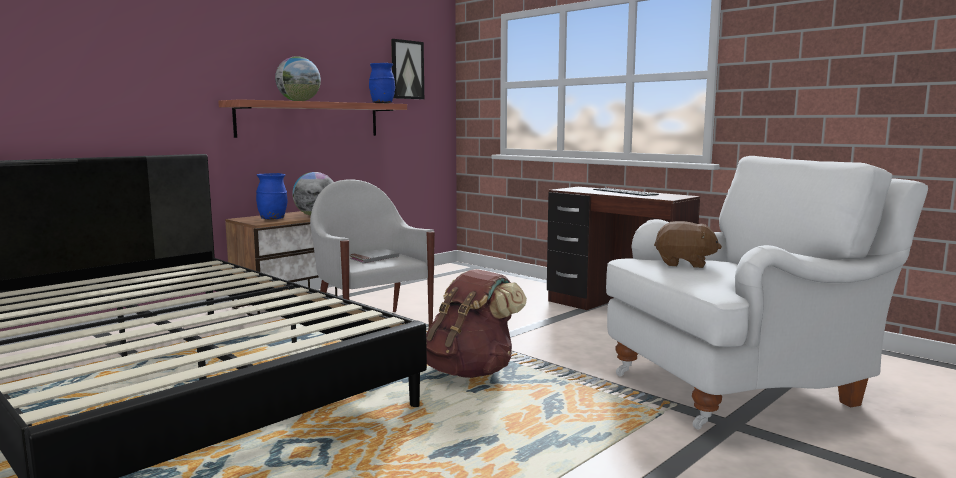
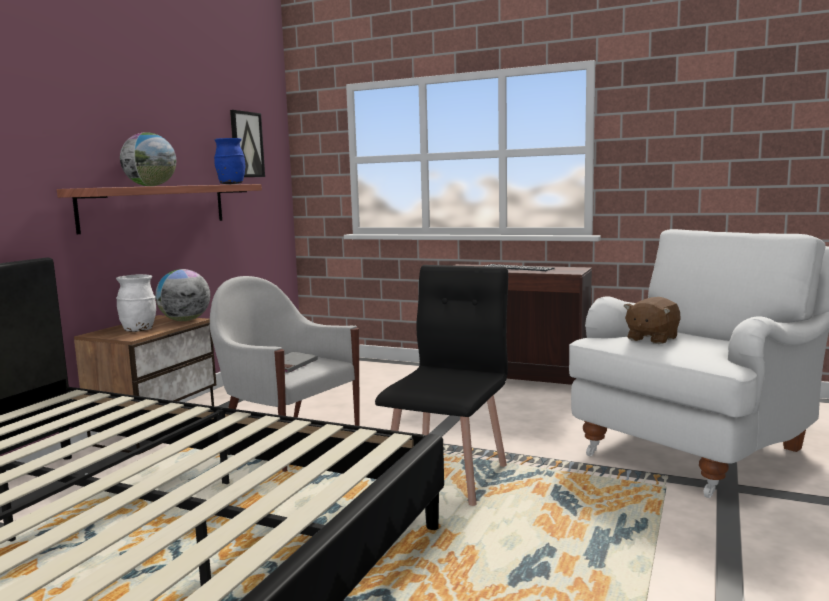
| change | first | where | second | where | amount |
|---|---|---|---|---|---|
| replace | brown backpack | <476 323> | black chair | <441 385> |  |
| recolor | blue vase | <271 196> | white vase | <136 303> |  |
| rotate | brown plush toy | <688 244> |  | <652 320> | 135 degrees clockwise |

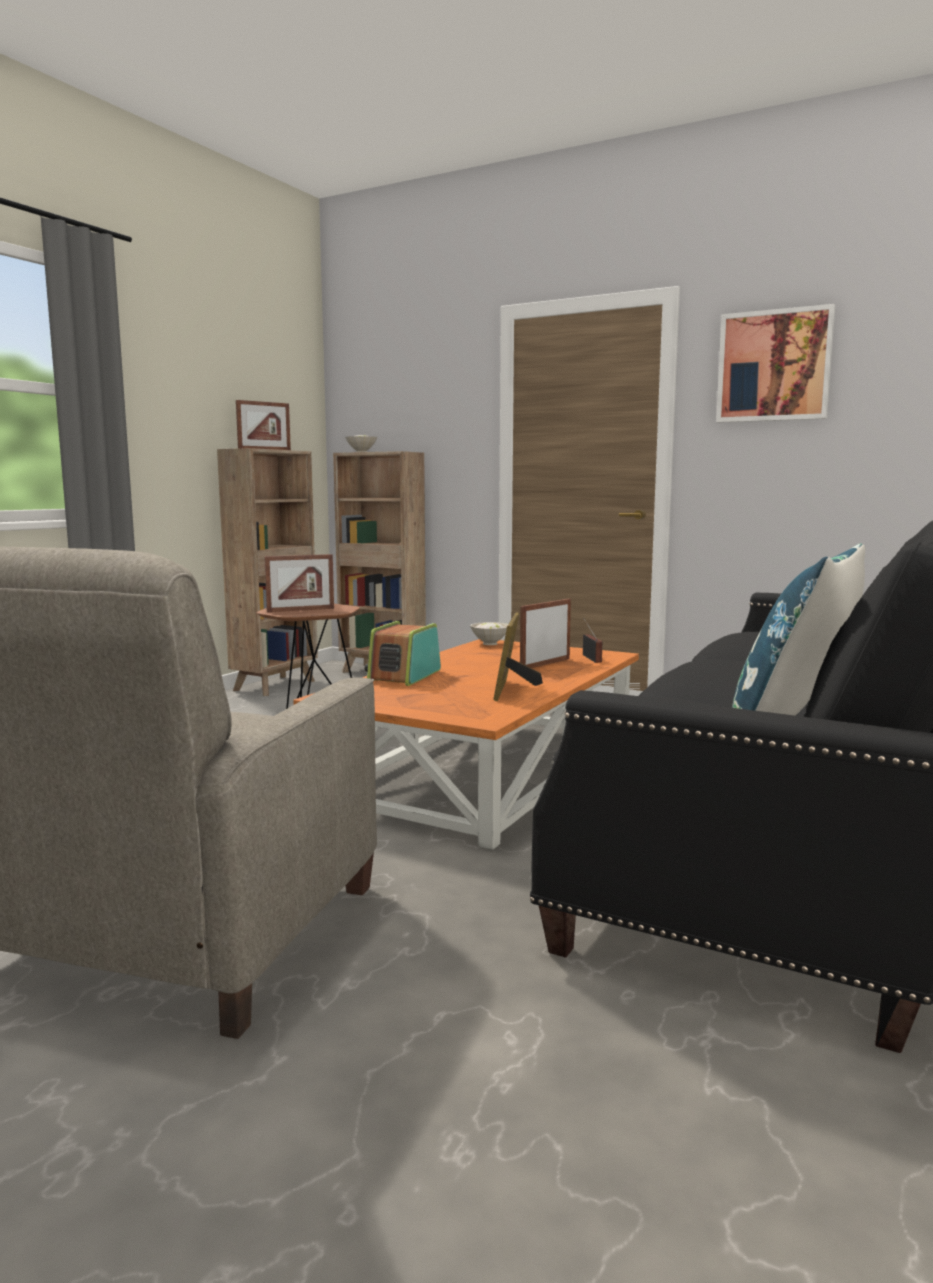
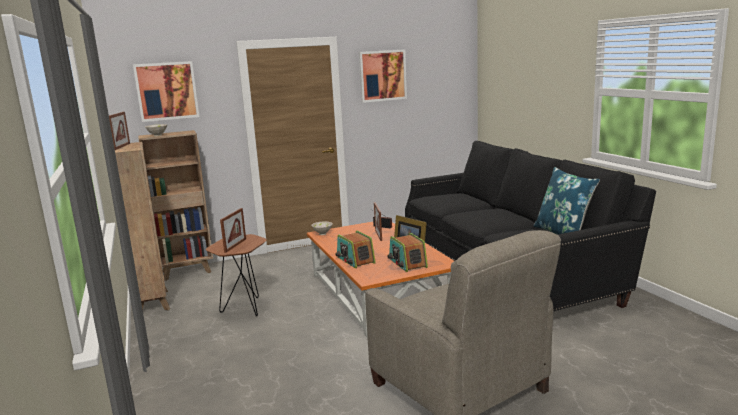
| change | first | where | second | where | amount |
|---|---|---|---|---|---|
| insert |  |  | picture | <166 91> |  |
| insert |  |  | radio | <408 252> |  |

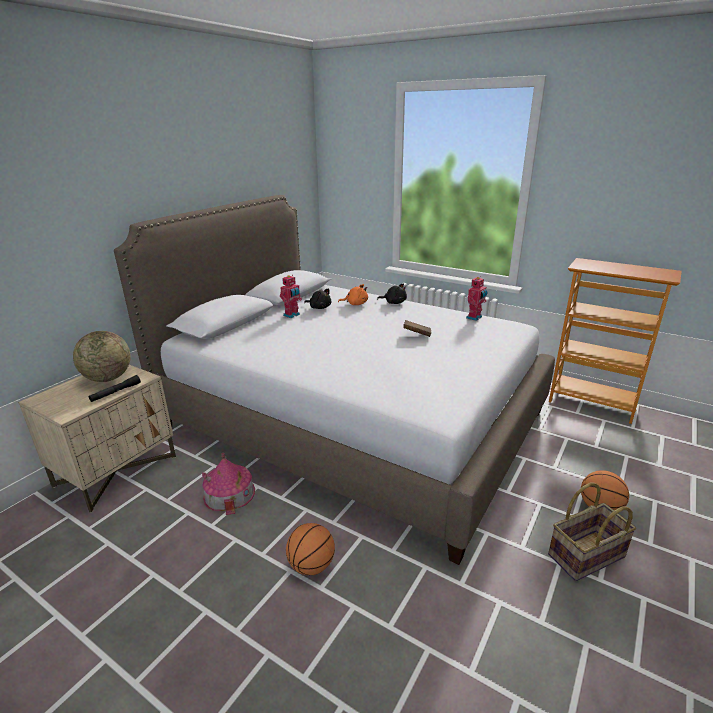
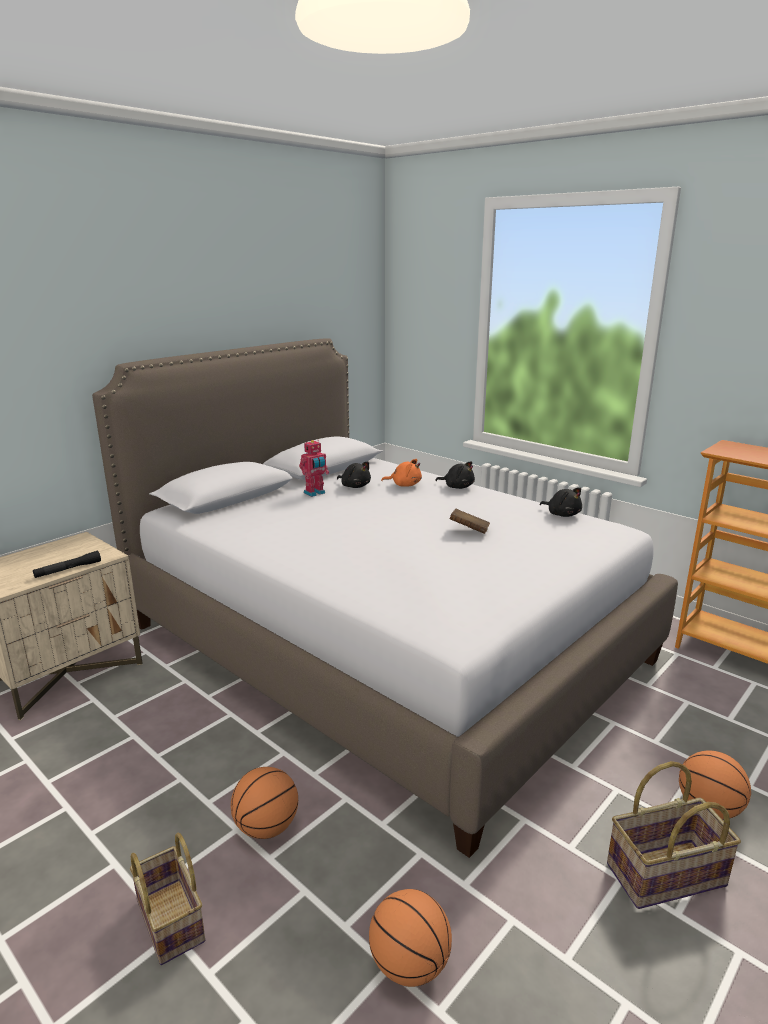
| change | first | where | second | where | amount |
|---|---|---|---|---|---|
| delete | globe | <102 356> |  |  |  |
| delete | toy house | <228 484> |  |  |  |
| insert |  |  | basket | <167 899> |  |
| insert |  |  | basketball | <410 938> |  |
| replace | toy robot | <476 298> | black plush toy | <561 502> |  |

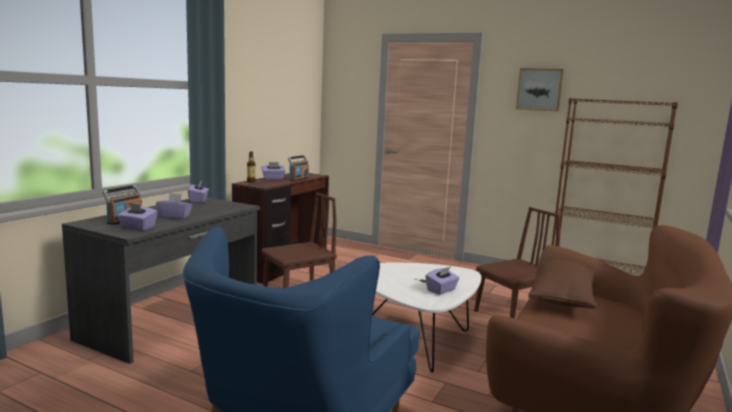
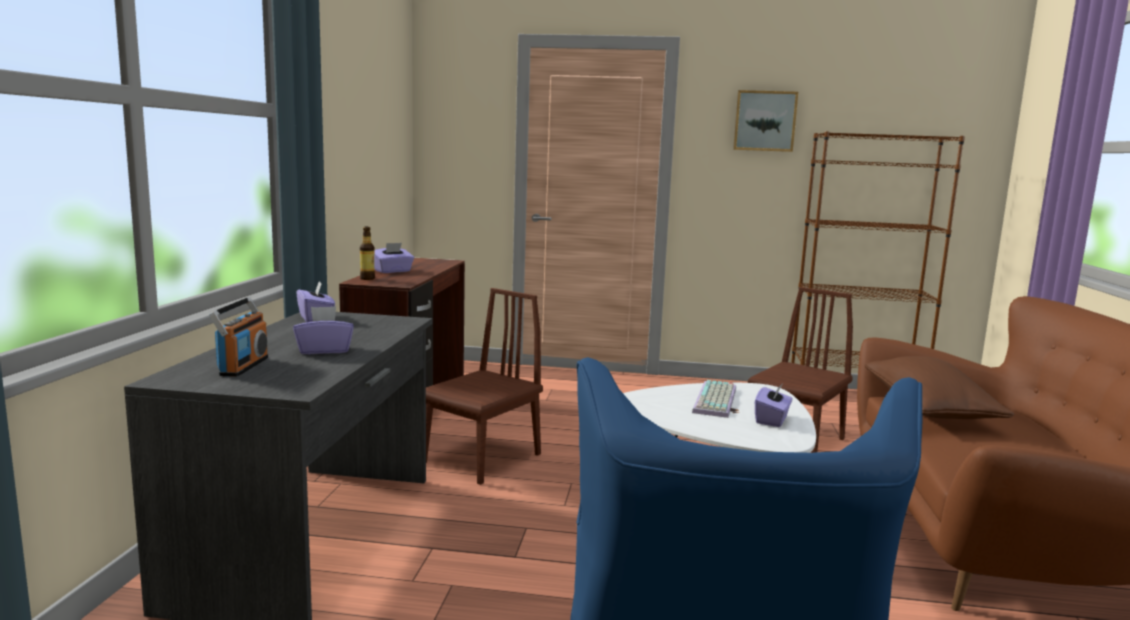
| change | first | where | second | where | amount |
|---|---|---|---|---|---|
| delete | purple tissue box | <137 216> |  |  |  |
| delete | radio | <298 168> |  |  |  |
| insert |  |  | keyboard | <714 399> |  |

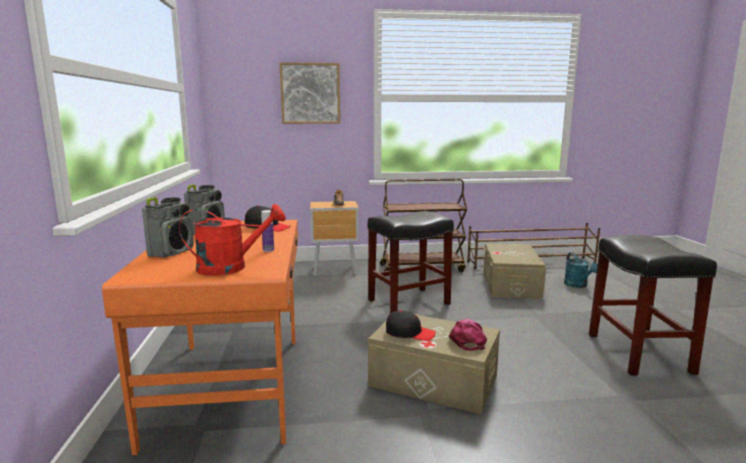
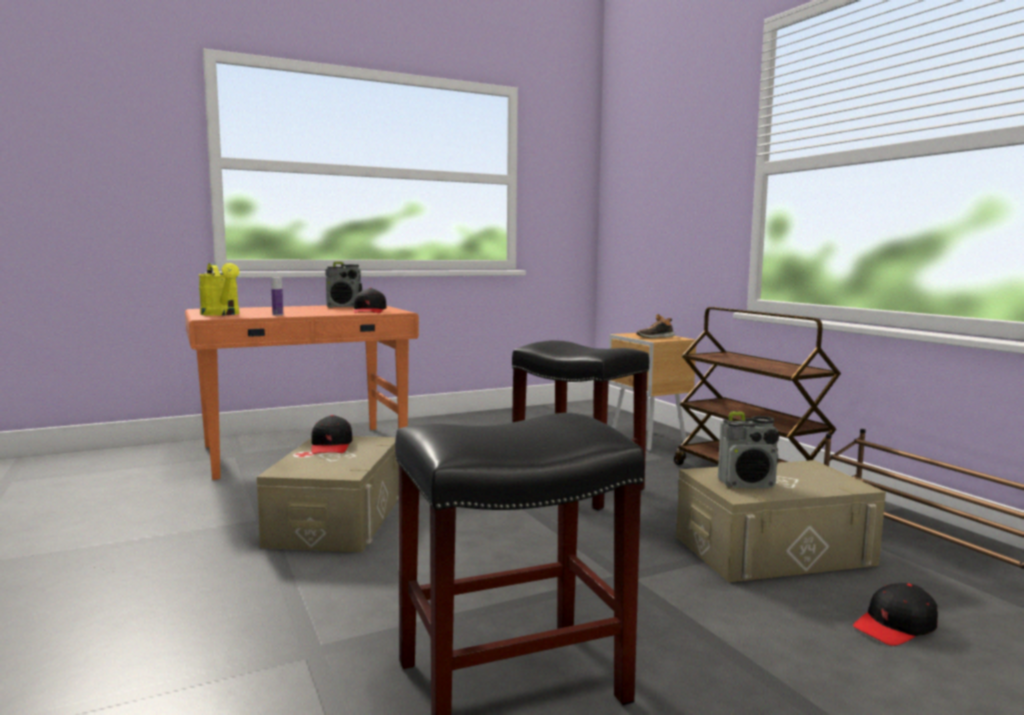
| change | first | where | second | where | amount |
|---|---|---|---|---|---|
| delete | picture | <309 93> |  |  |  |
| delete | pink cap | <468 335> |  |  |  |
| move | radio | <168 227> |  | <748 450> |  |
| replace | turquoise watering can | <581 270> | black cap | <895 614> |  |
| recolor | red watering can | <232 240> | yellow watering can | <219 289> |  |

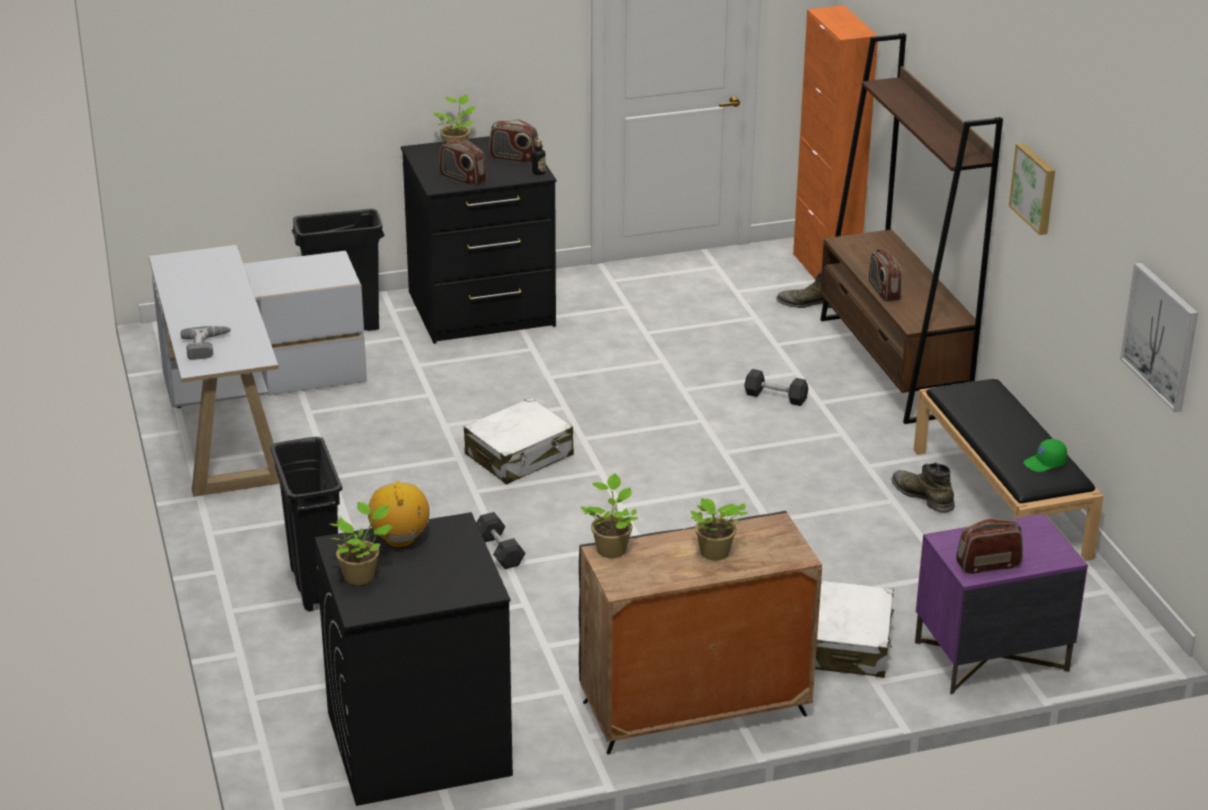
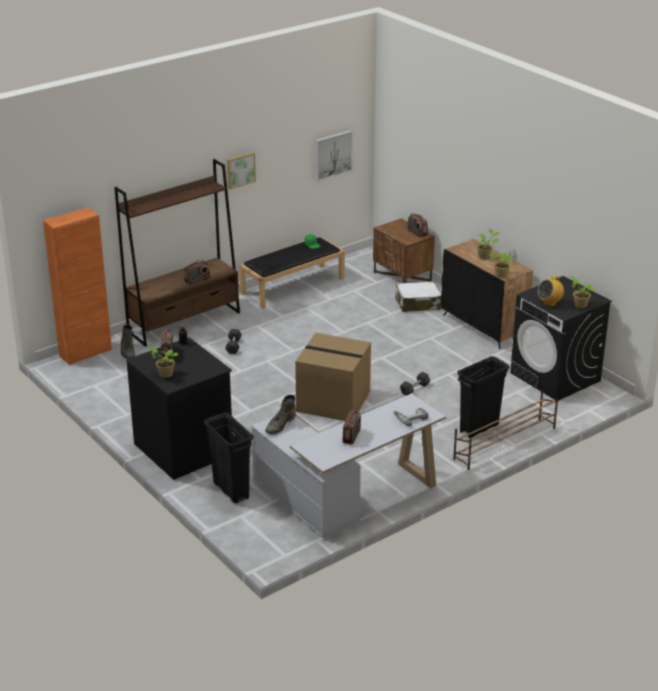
| change | first | where | second | where | amount |
|---|---|---|---|---|---|
| insert |  |  | brown shoe rack | <505 430> |  |
| move | radio | <462 162> |  | <352 427> |  |
| move | green boot | <923 488> |  | <280 415> |  |
| replace | white suitcase | <519 441> | cardboard box | <333 377> |  |
| recolor | purple nightstand | <1001 604> | brown nightstand | <404 250> |  |

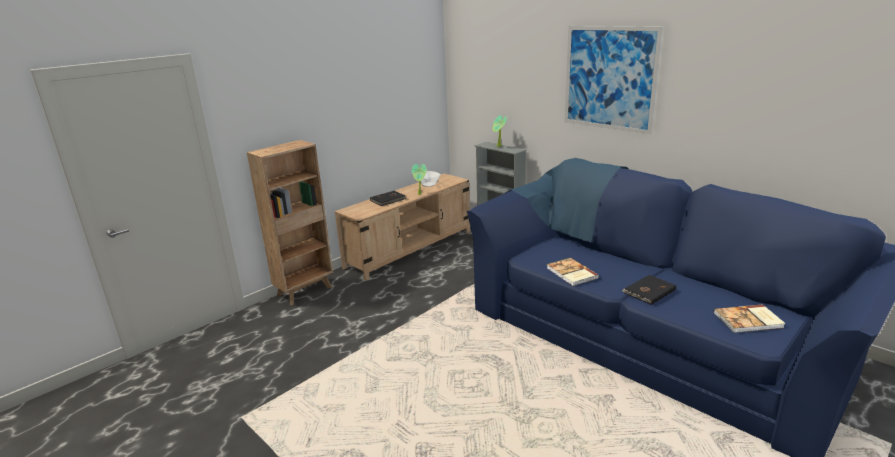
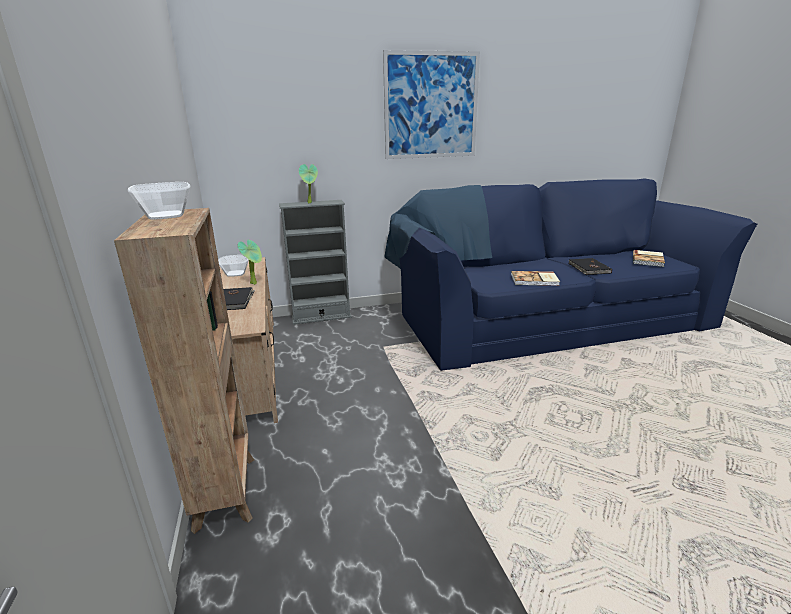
| change | first | where | second | where | amount |
|---|---|---|---|---|---|
| insert |  |  | bowl | <159 201> |  |

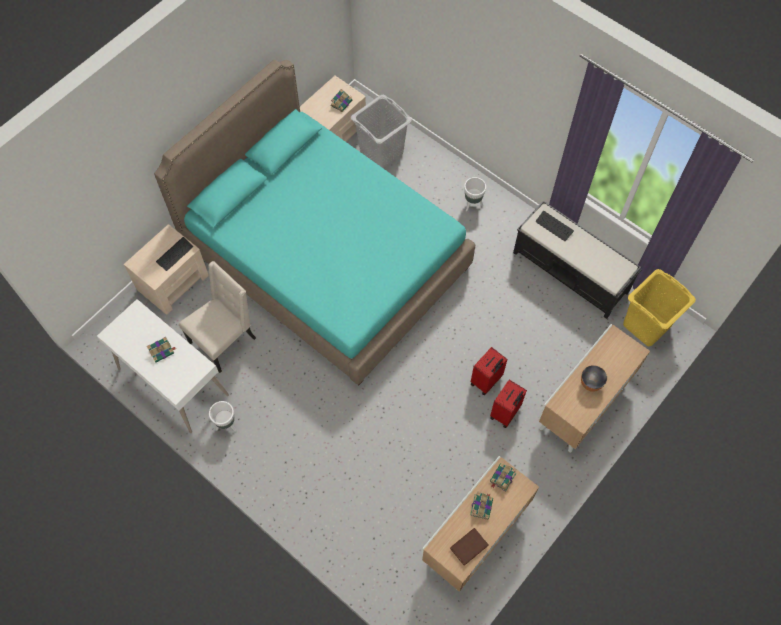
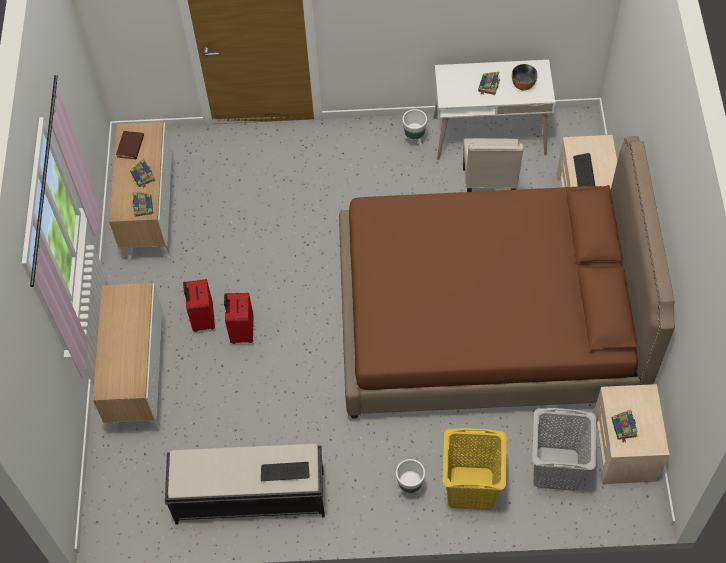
| change | first | where | second | where | amount |
|---|---|---|---|---|---|
| move | bowl | <594 378> |  | <525 77> |  |
| move | yellow laundry basket | <659 307> |  | <474 469> |  |
| recolor | turquoise bed | <314 222> | brown bed | <507 277> |  |

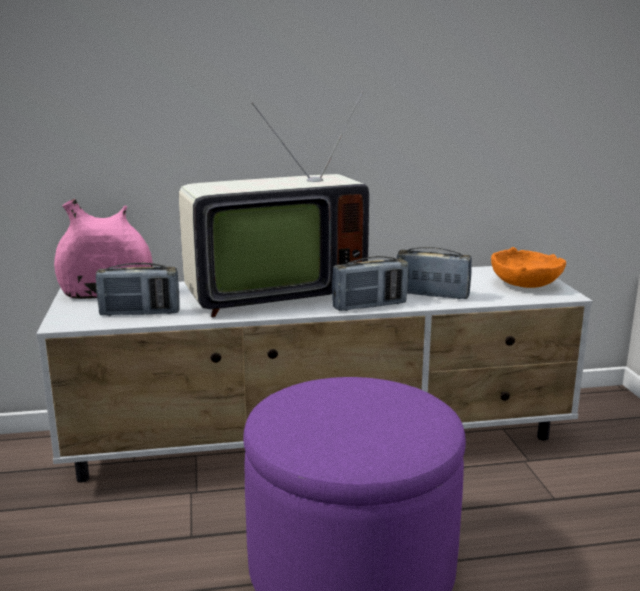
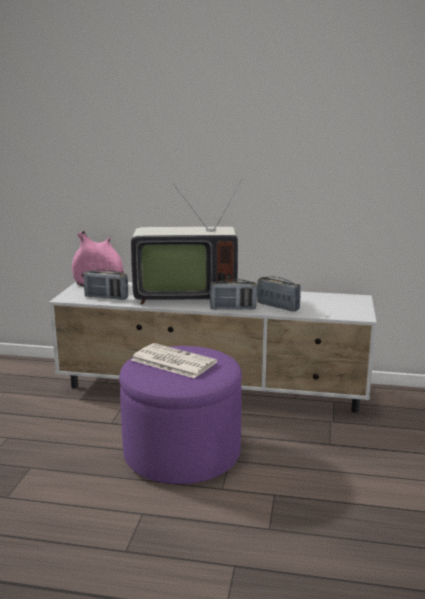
| change | first | where | second | where | amount |
|---|---|---|---|---|---|
| delete | orange bowl | <528 267> |  |  |  |
| insert |  |  | newspaper | <174 360> |  |

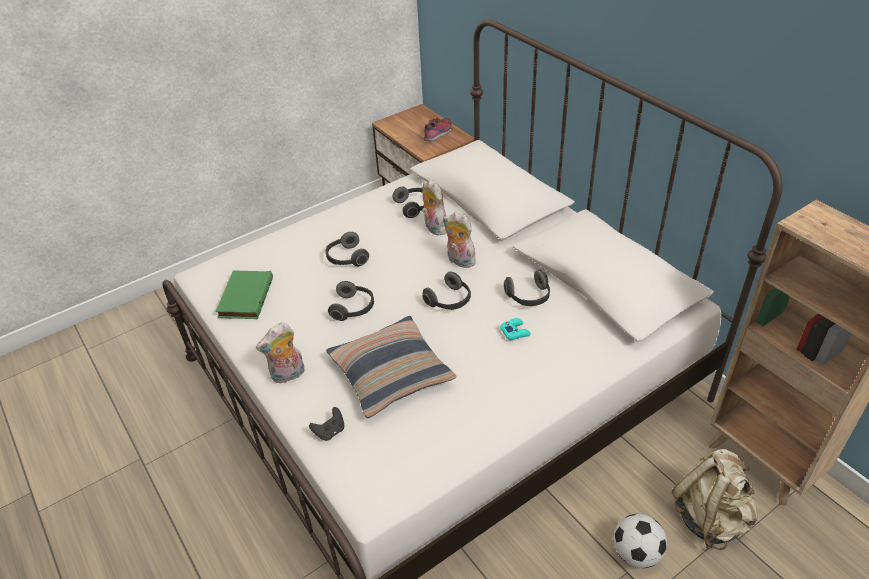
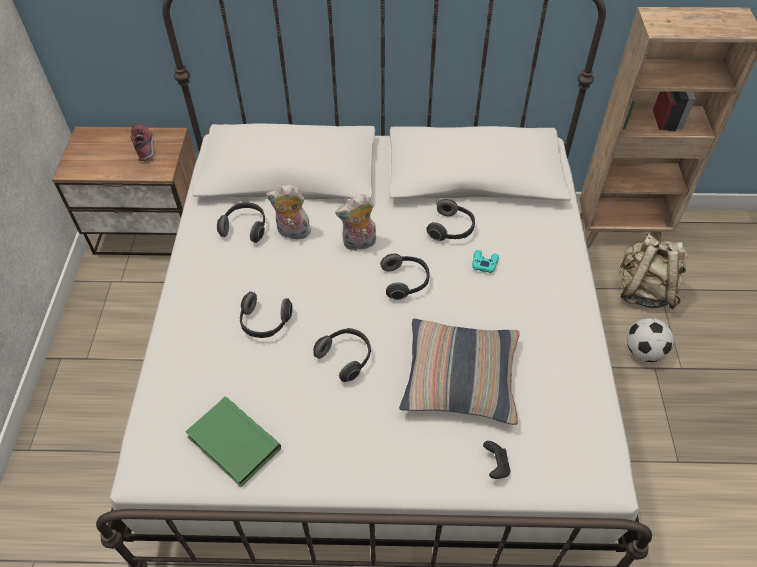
| change | first | where | second | where | amount |
|---|---|---|---|---|---|
| delete | plush toy | <280 352> |  |  |  |

